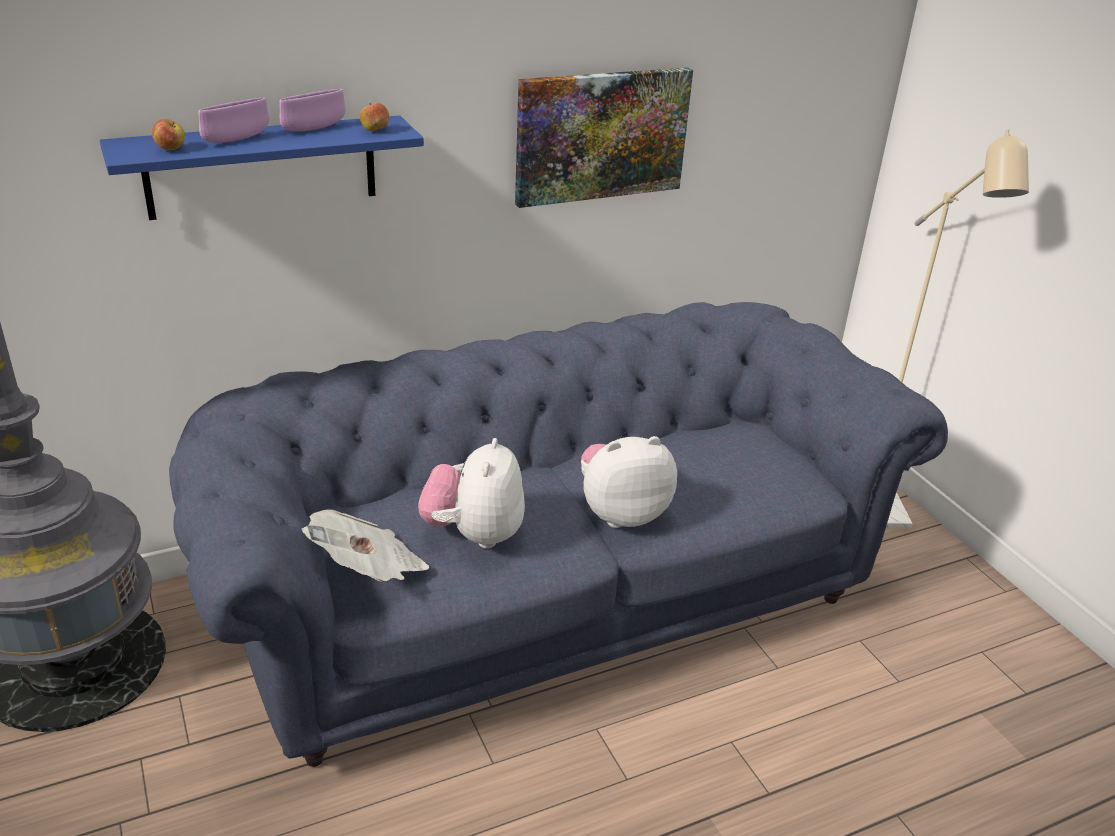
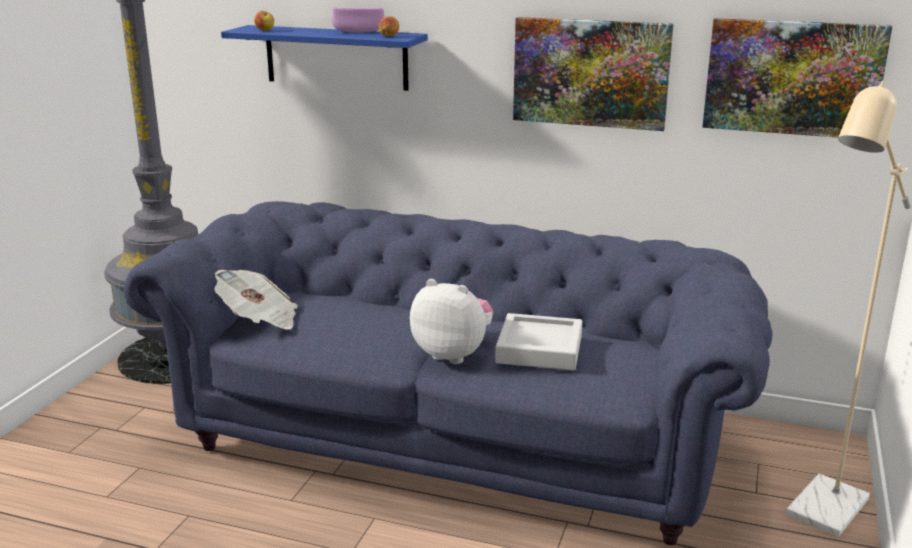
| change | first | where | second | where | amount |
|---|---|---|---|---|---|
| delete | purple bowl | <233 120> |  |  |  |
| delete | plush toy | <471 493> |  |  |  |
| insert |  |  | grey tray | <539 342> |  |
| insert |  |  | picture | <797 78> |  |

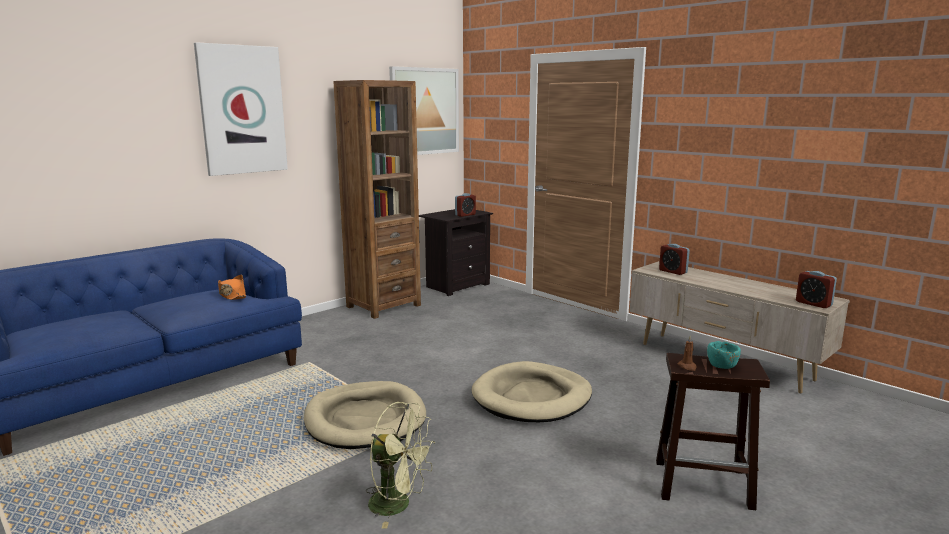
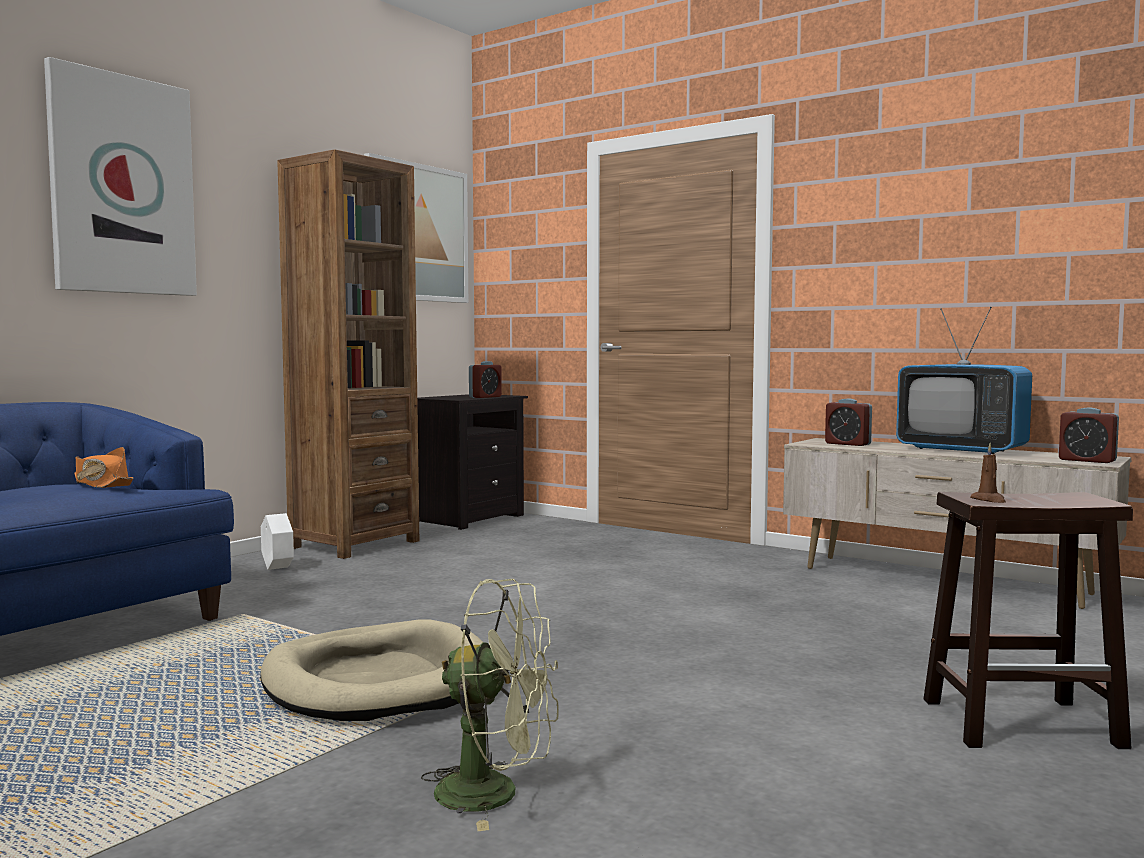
| change | first | where | second | where | amount |
|---|---|---|---|---|---|
| delete | beige dog bed | <532 391> |  |  |  |
| delete | turquoise bowl | <724 355> |  |  |  |
| insert |  |  | white planter | <277 541> |  |
| insert |  |  | television | <964 380> |  |

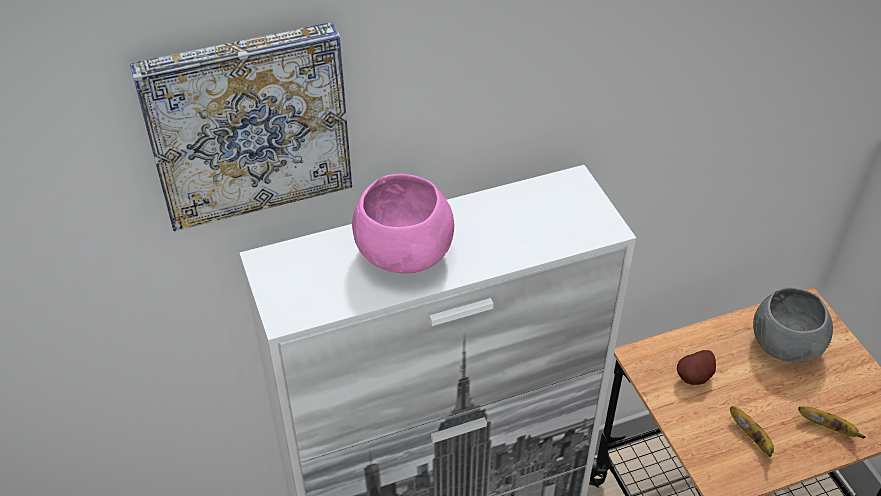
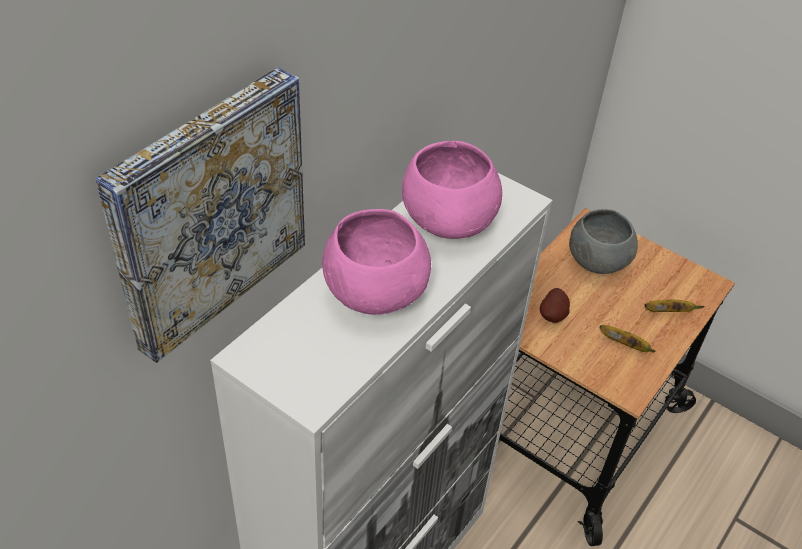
| change | first | where | second | where | amount |
|---|---|---|---|---|---|
| insert |  |  | pink bowl | <452 190> |  |

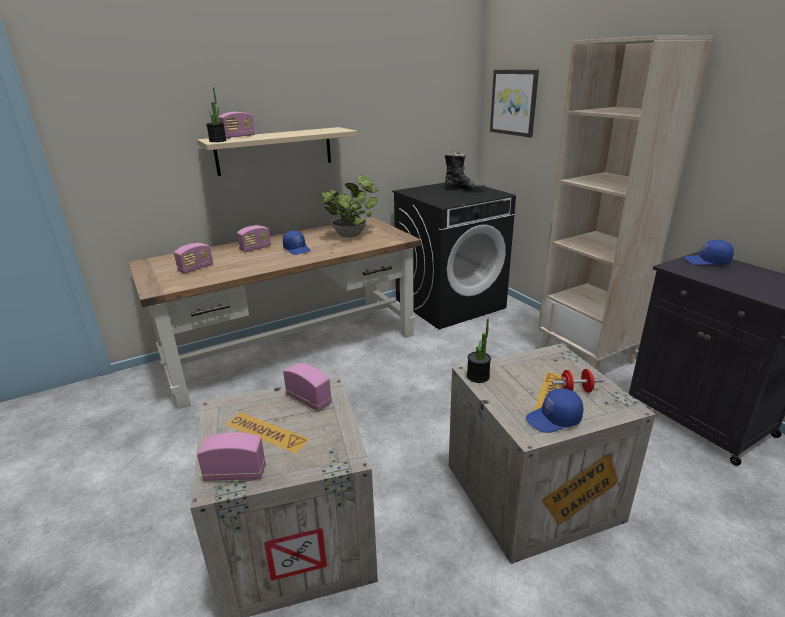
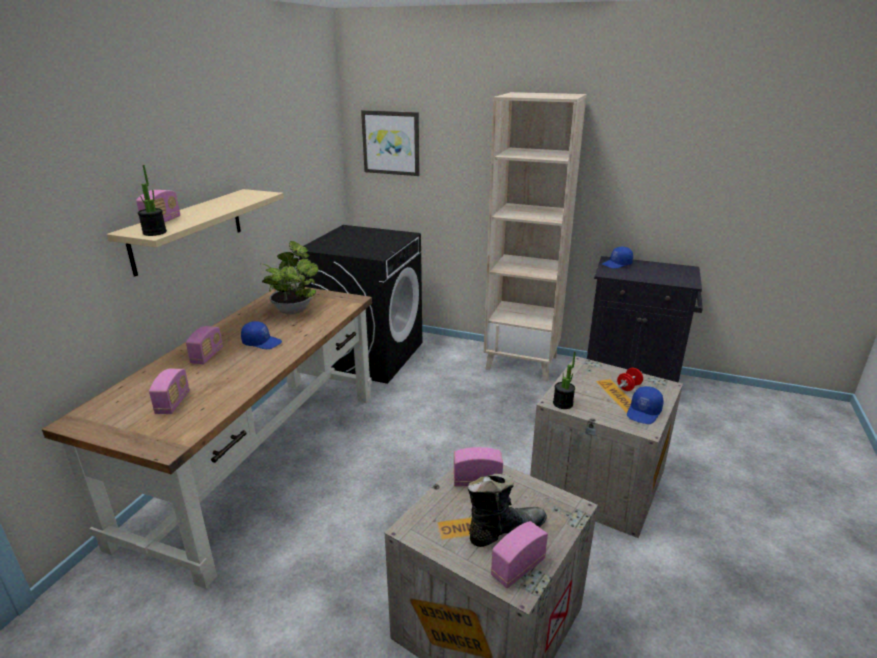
| change | first | where | second | where | amount |
|---|---|---|---|---|---|
| move | black boot | <465 171> |  | <507 510> |  |

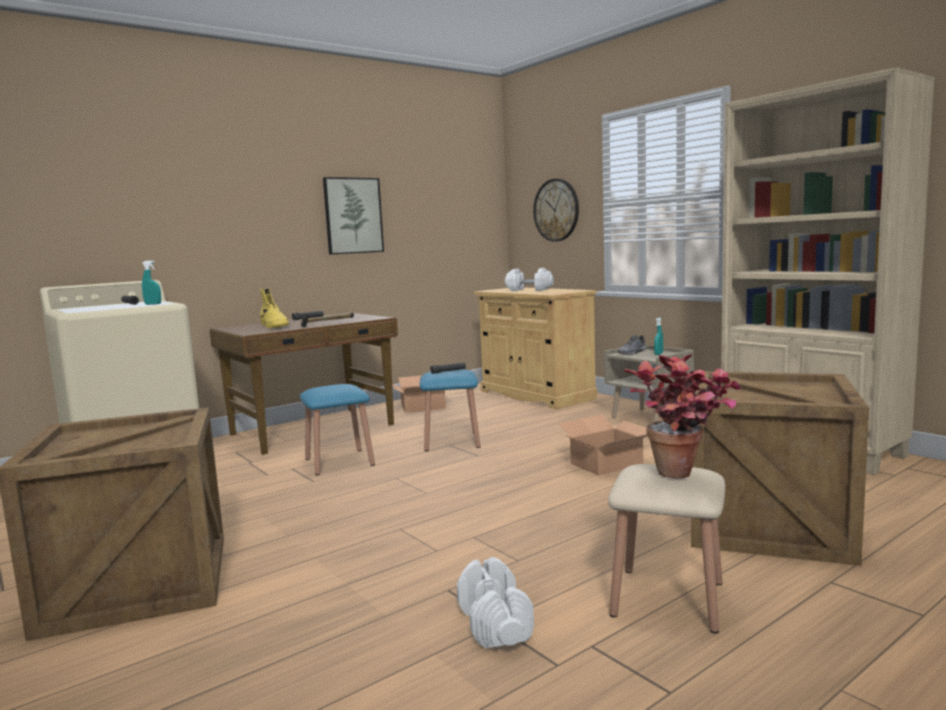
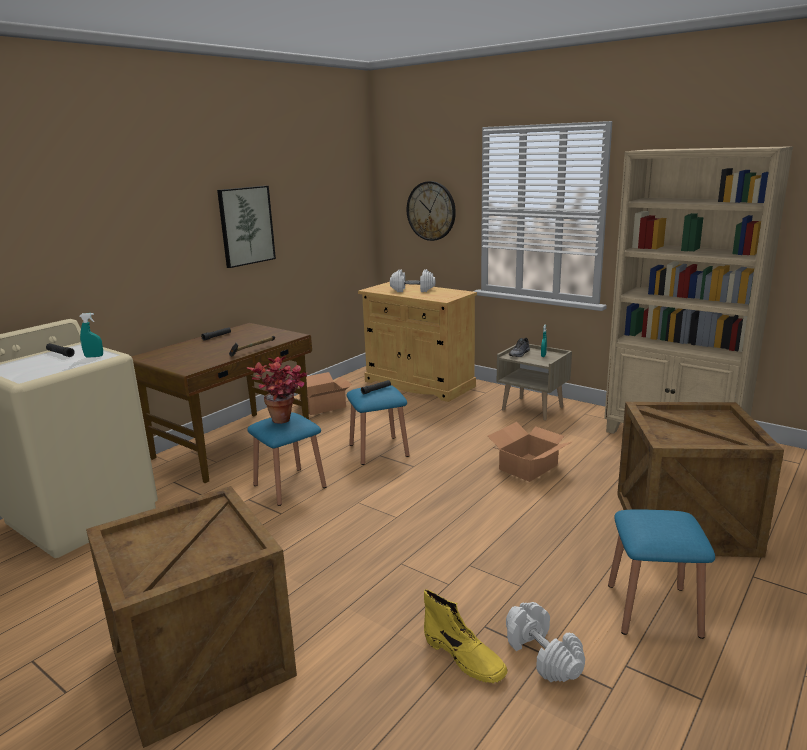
| change | first | where | second | where | amount |
|---|---|---|---|---|---|
| move | yellow boot | <275 308> |  | <466 636> |  |
| move | potted plant | <682 416> |  | <277 390> |  |
| recolor | beige stool | <666 549> | blue stool | <661 574> |  |

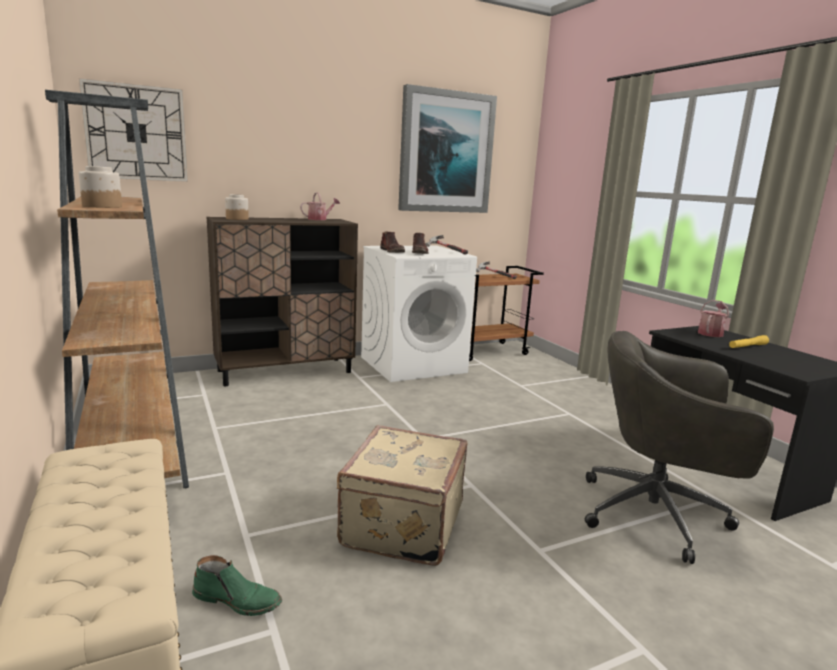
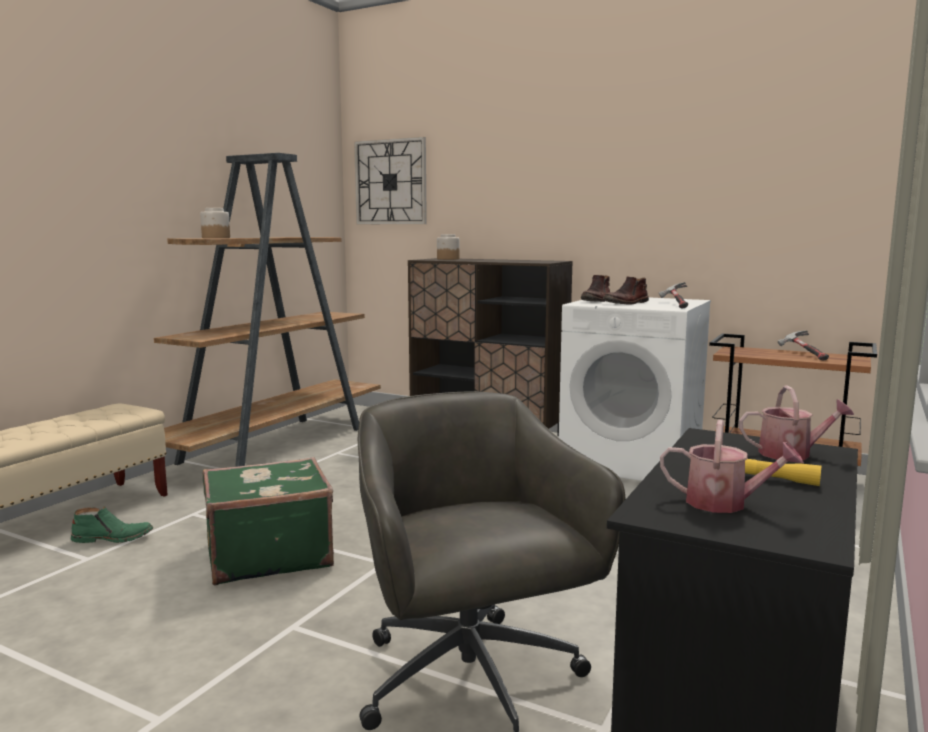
| change | first | where | second | where | amount |
|---|---|---|---|---|---|
| delete | picture | <447 148> |  |  |  |
| move | watering can | <320 206> |  | <732 466> |  |
| recolor | beige suitcase | <402 495> | green suitcase | <268 521> |  |
| rotate | green boot | <237 585> |  | <112 524> | 75 degrees counterclockwise |

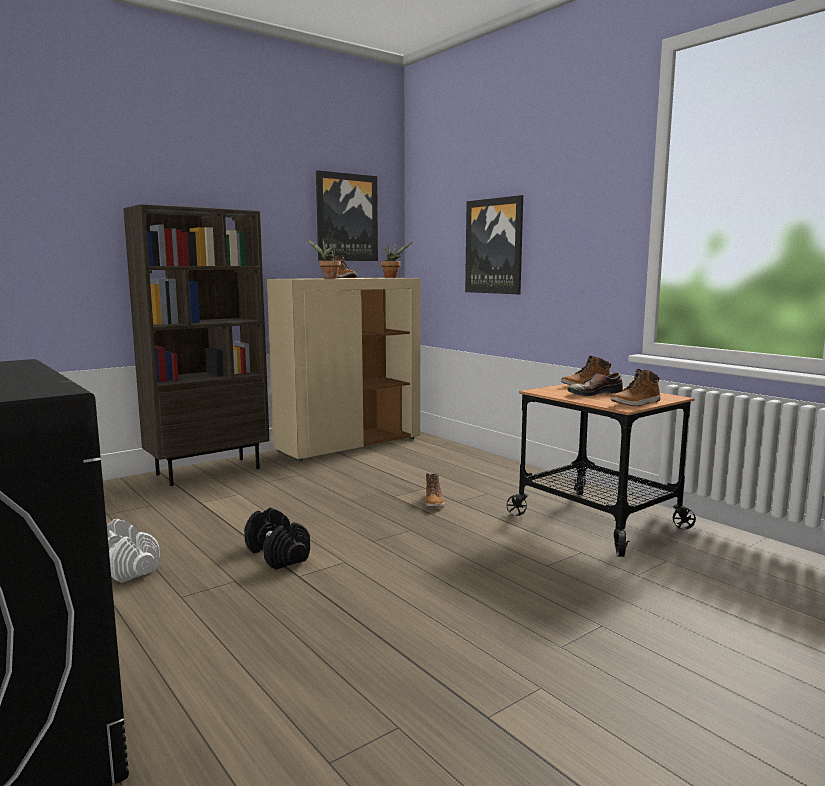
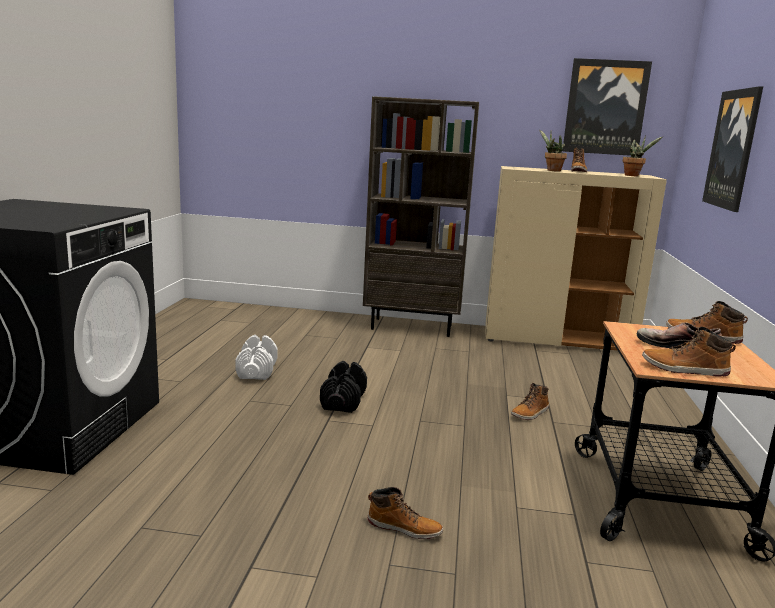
| change | first | where | second | where | amount |
|---|---|---|---|---|---|
| insert |  |  | boot | <405 513> |  |

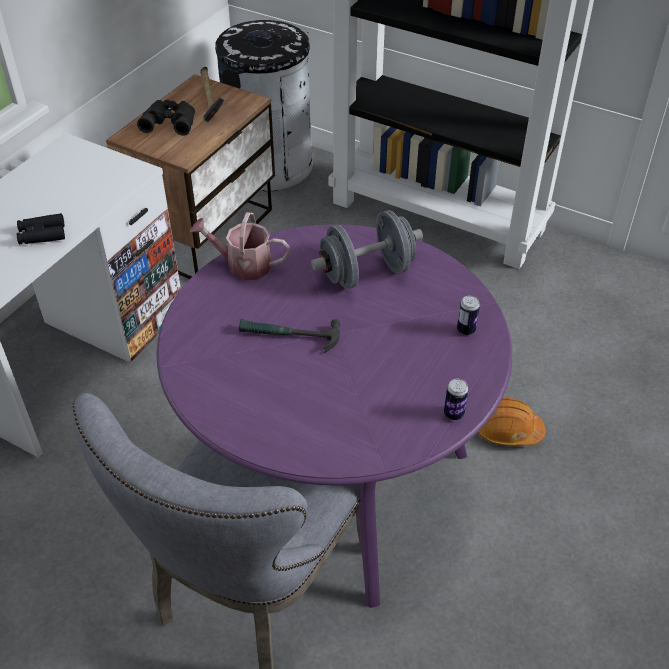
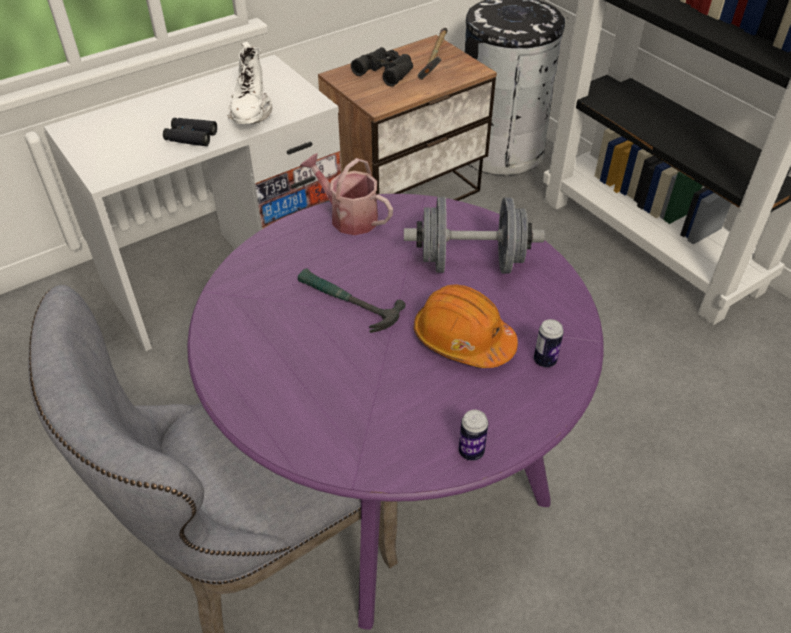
| change | first | where | second | where | amount |
|---|---|---|---|---|---|
| insert |  |  | white boot | <249 83> |  |
| move | orange hard hat | <511 422> |  | <466 326> |  |

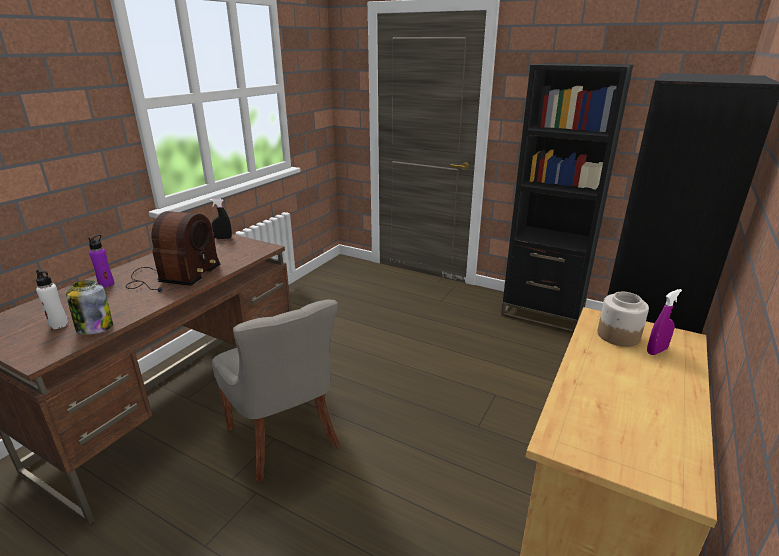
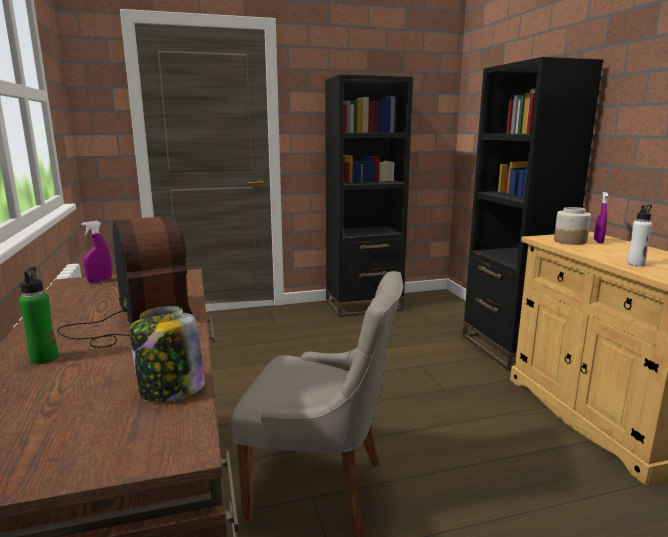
| change | first | where | second | where | amount |
|---|---|---|---|---|---|
| move | white bottle | <52 299> |  | <639 235> |  |
| recolor | purple bottle | <101 261> | green bottle | <38 315> |  |
| recolor | black spray bottle | <221 219> | purple spray bottle | <96 252> |  |

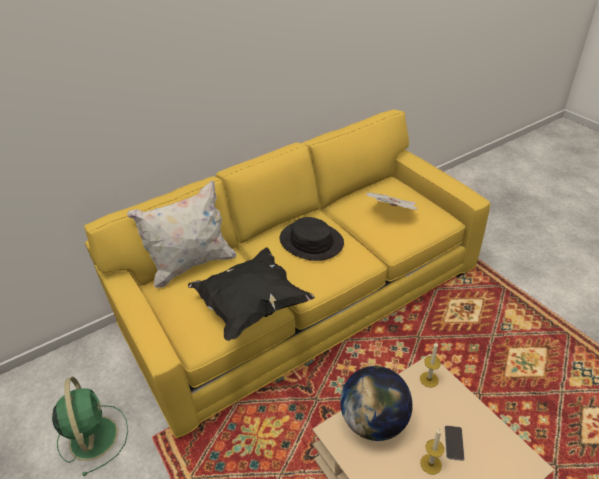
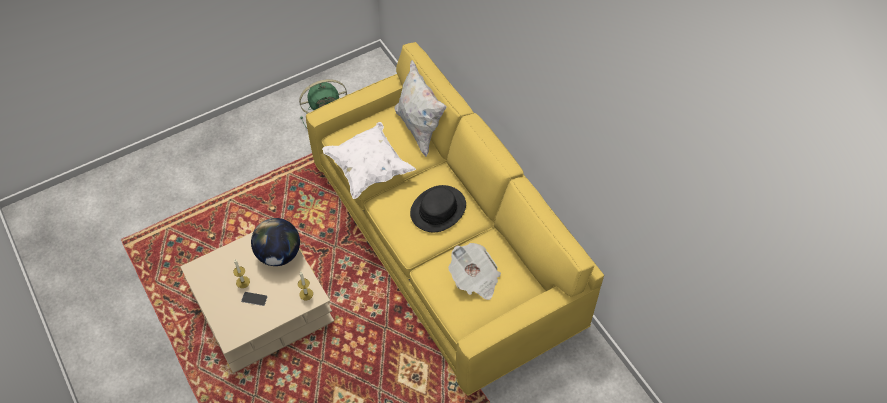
| change | first | where | second | where | amount |
|---|---|---|---|---|---|
| recolor | black pillow | <251 294> | white pillow | <369 160> |  |

